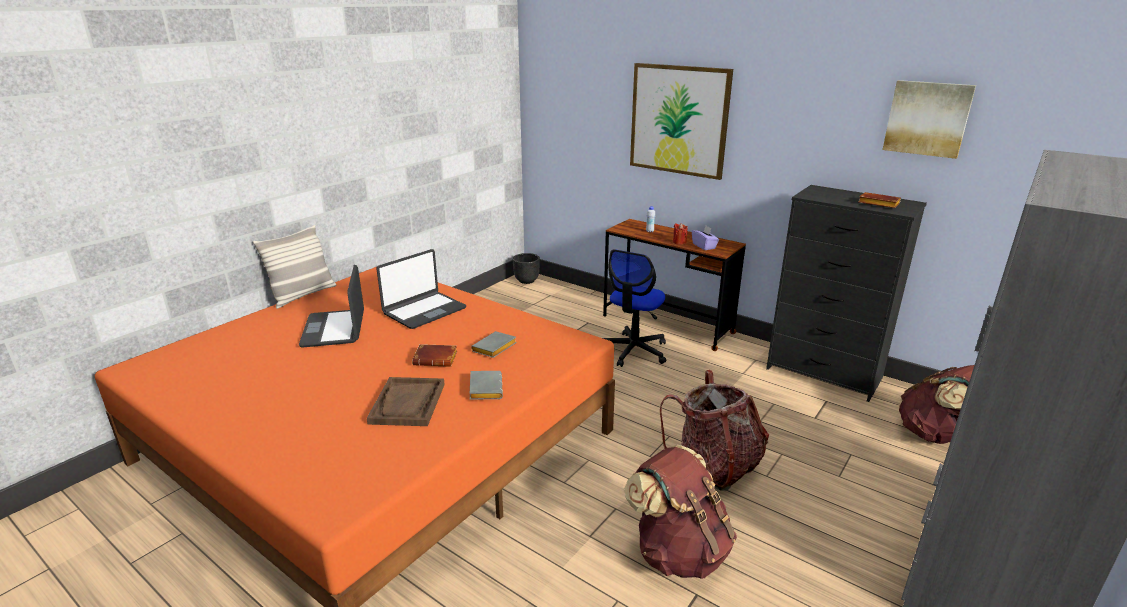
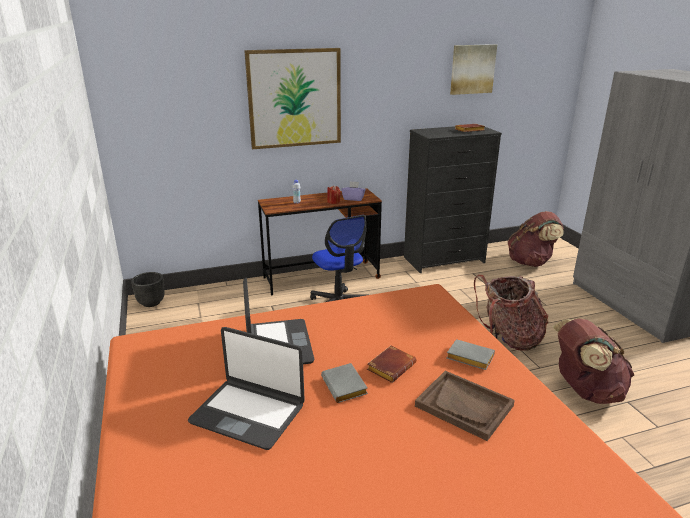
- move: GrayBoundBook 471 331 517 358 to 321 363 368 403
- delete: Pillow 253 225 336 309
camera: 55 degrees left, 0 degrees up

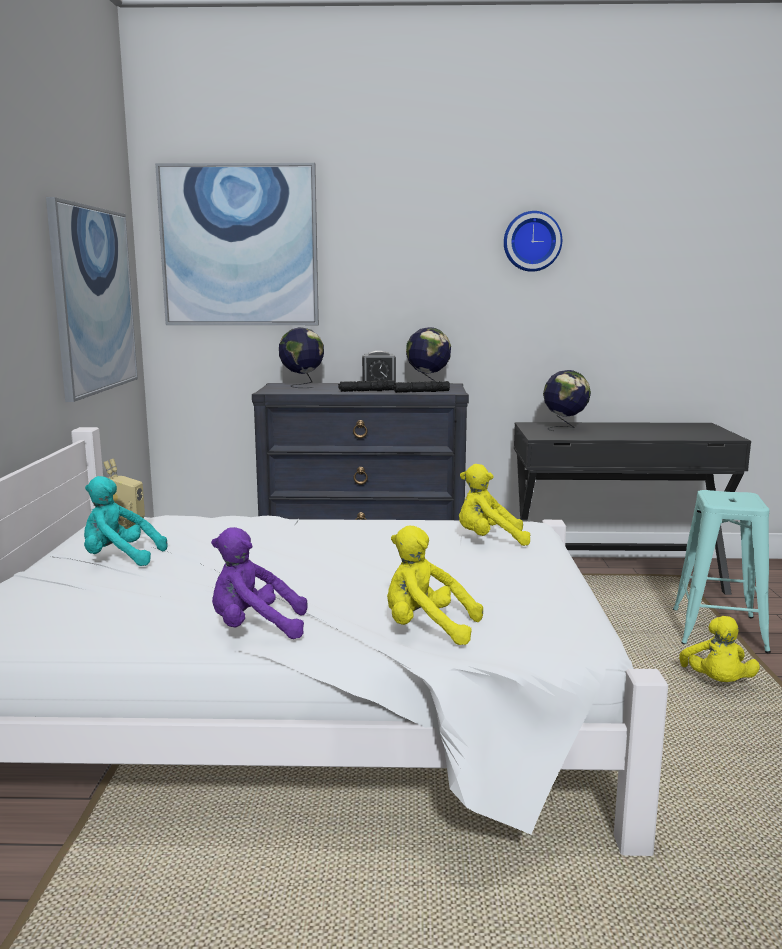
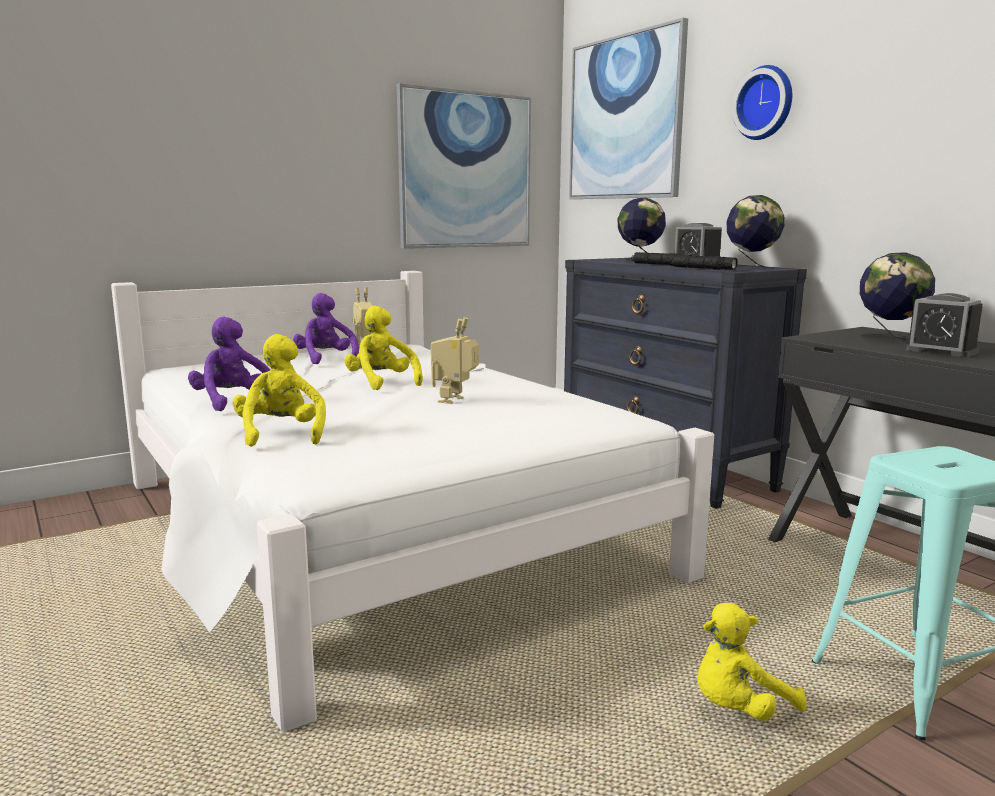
- recolor: TurquoiseColouredPlushToy 84 476 168 566 to PurpleColouredPlushToy 293 293 359 365
- move: YellowPlushToy 459 464 530 546 to 344 306 423 390
- insert: RobotFigure 431 317 479 404
- move: ClockOnTheWall 504 211 562 272 to 732 65 792 140
- insert: TableClock 904 293 983 357
camera: 55 degrees right, 0 degrees up

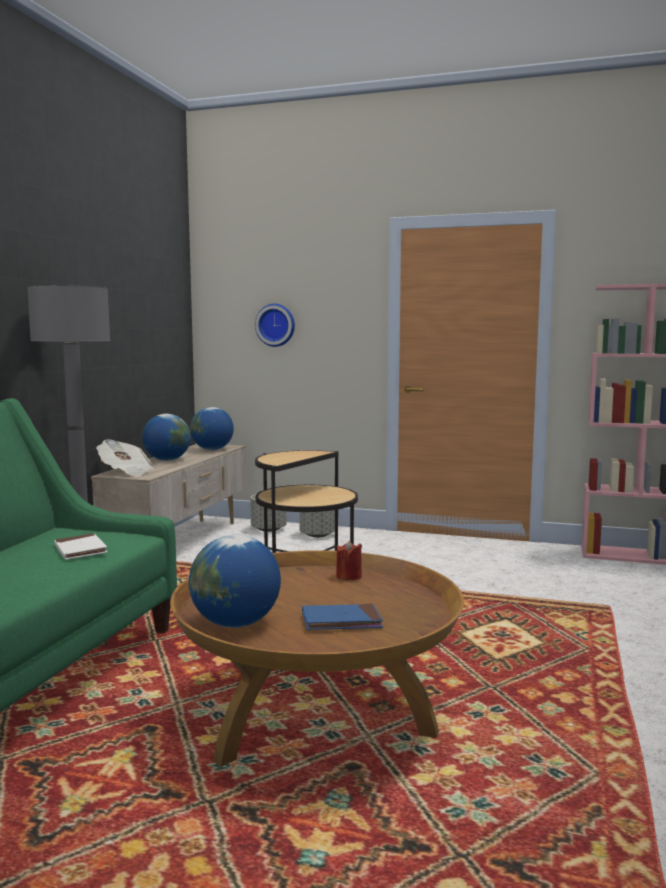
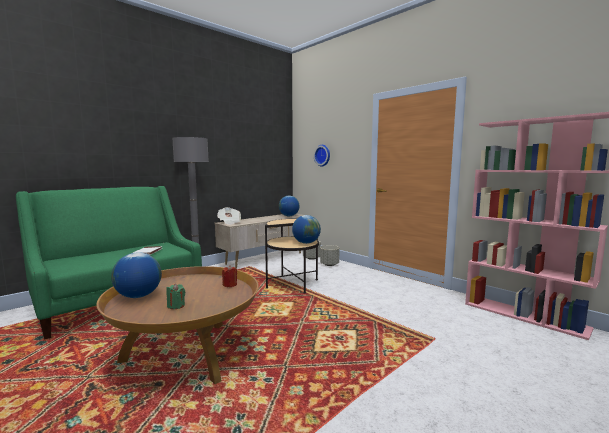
- replace: BlueColouredBoundBook 302 603 383 630 to GreenishCandle 166 284 185 309
- move: Globe 142 414 191 461 to 292 215 321 244
camera: 30 degrees right, 0 degrees up

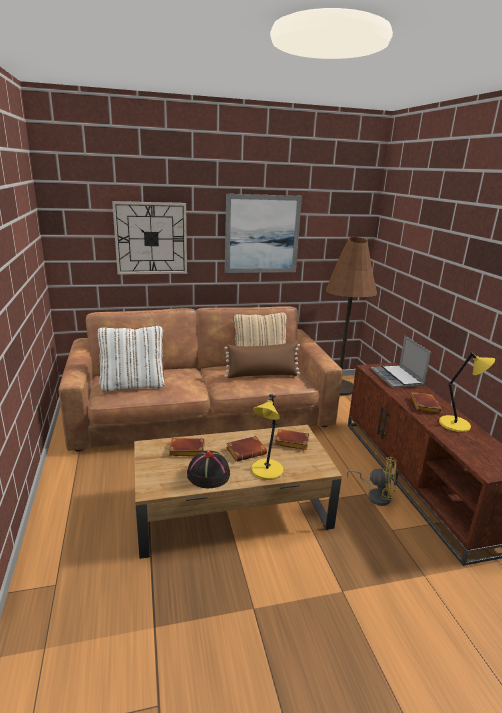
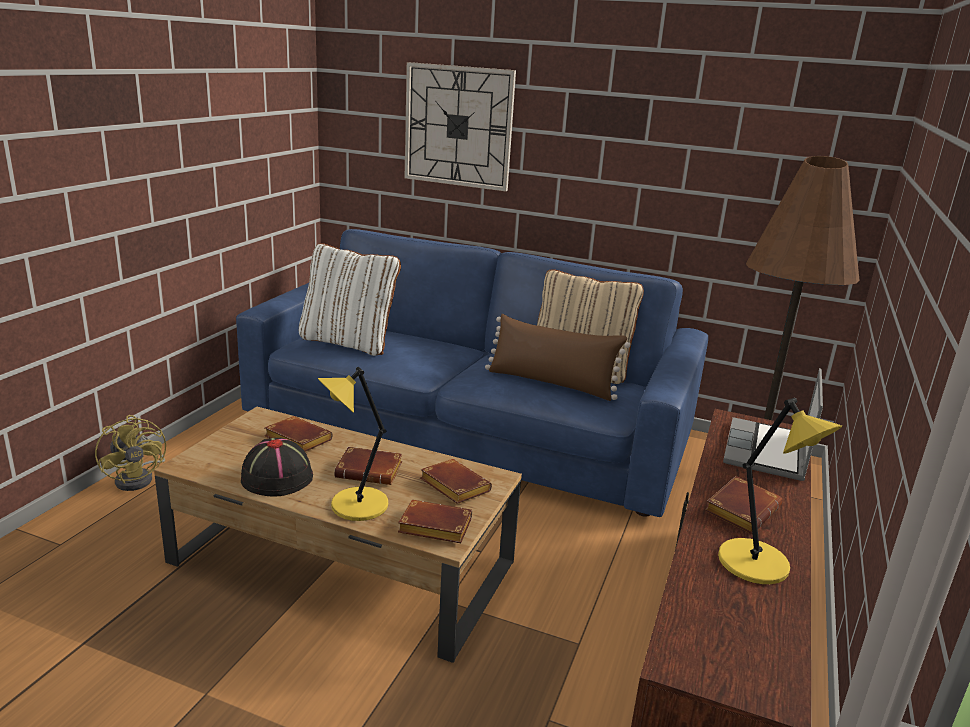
- move: YellowCoolingFan 347 457 397 506 to 95 415 166 491
- recolor: BrownColouredSofa 59 306 343 452 to BlueColouredSofa 236 229 708 517
- insert: BrownColouredBoundBook 398 500 472 543
- delete: WallPicture 225 194 302 273
camera: 35 degrees right, 0 degrees up

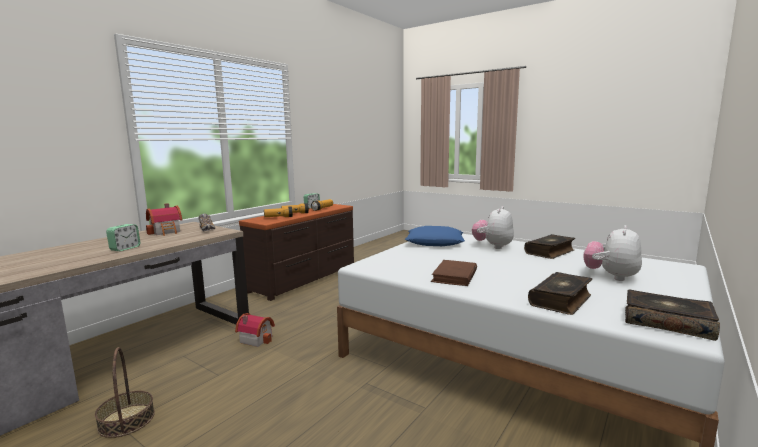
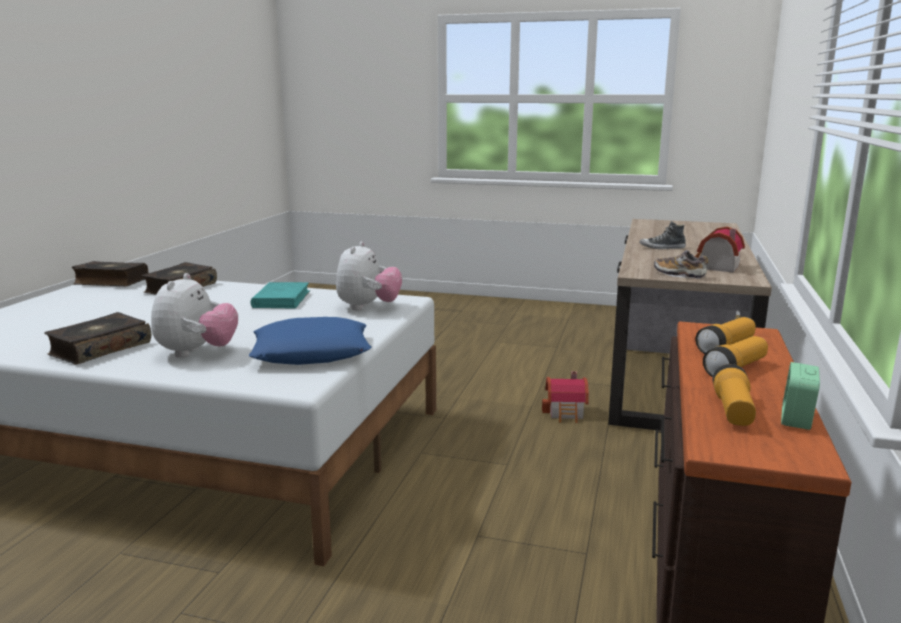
- recolor: BrownColouredBoundBook 431 260 477 286 to TurquoiseColouredBoundBook 251 282 310 308
- move: PlushToy 583 225 642 281 to 336 241 402 310
- replace: TableClock 106 224 140 251 to ItemOfFootwear 639 221 686 249
- delete: HouseholdBasket 95 347 155 438
camera: 160 degrees right, 5 degrees up

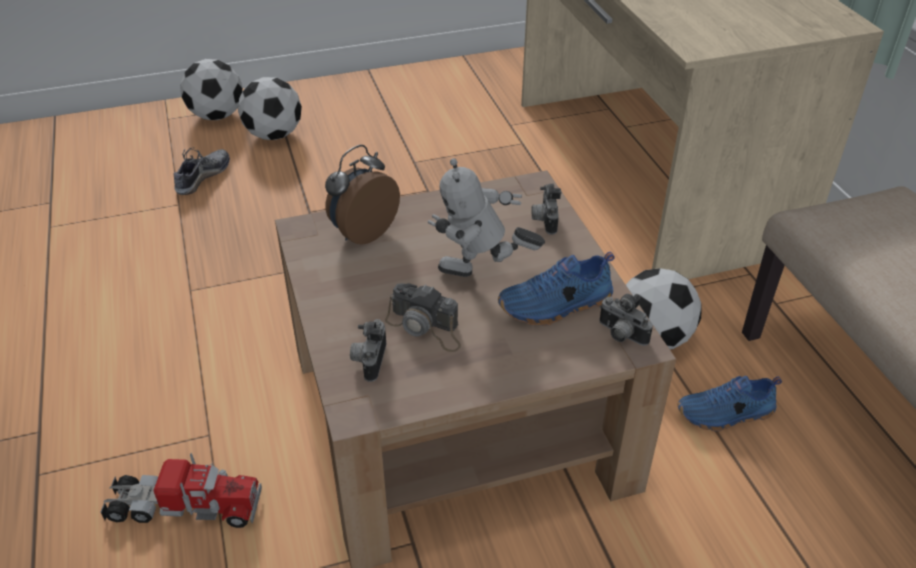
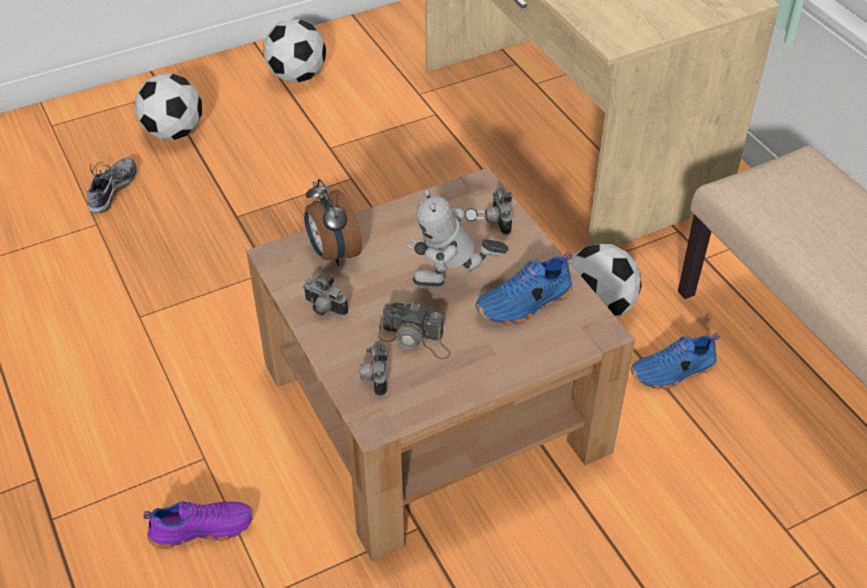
- replace: ModelTruck 100 453 262 528 to PurpleColouredItemOfFootwear 144 501 253 549
- move: BallForFootball 180 59 243 120 to 263 19 326 83
- move: StillCamera 599 294 653 346 to 303 274 348 316
- rotate: TableClock 325 145 400 245 = 304 179 362 266 60 degrees counterclockwise
camera: 10 degrees left, 5 degrees up

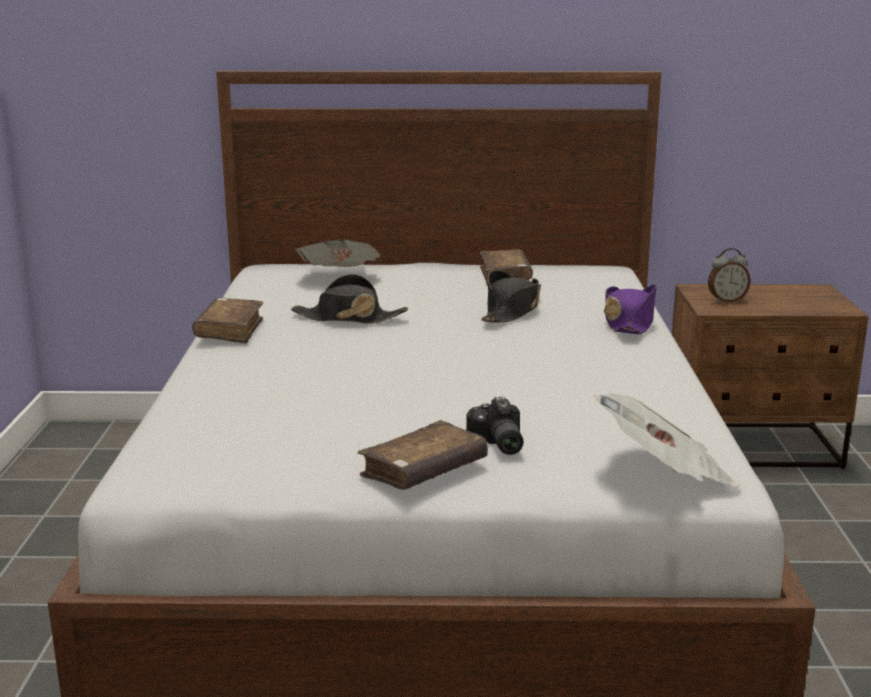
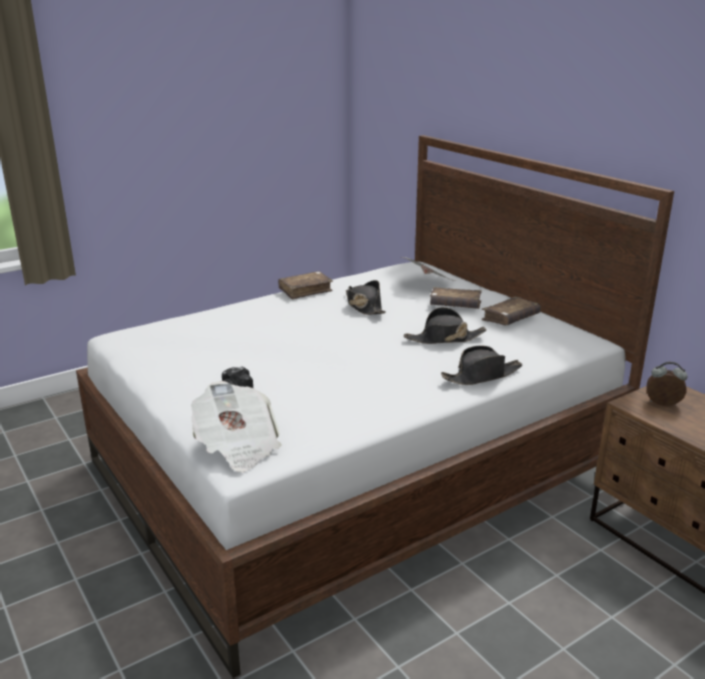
- move: BrownColouredBoundBook 357 420 488 490 to 430 287 482 309
- recolor: PurpleColouredClothingHat 604 285 657 334 to BlackColouredClothingHat 441 346 522 385
- rotate: TableClock 708 248 751 302 = 647 362 687 406 150 degrees clockwise
camera: 55 degrees right, 5 degrees up

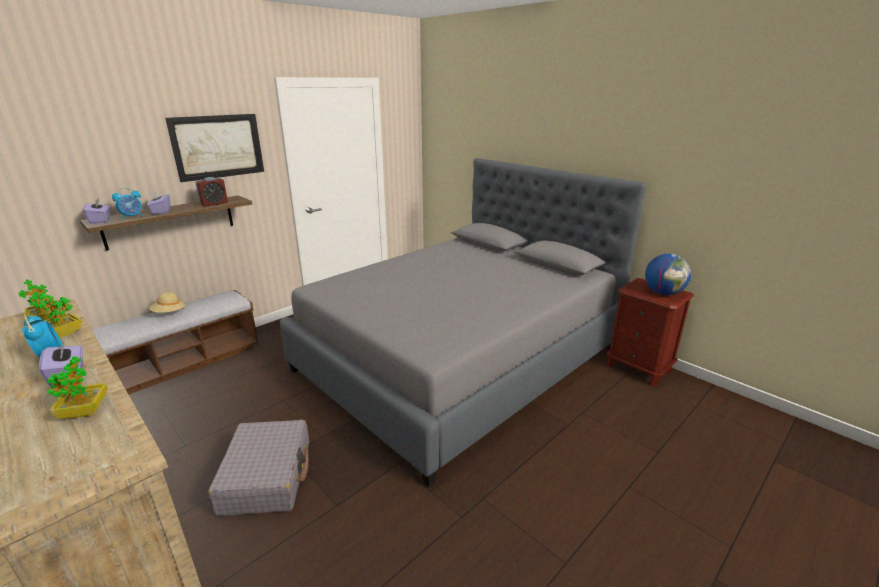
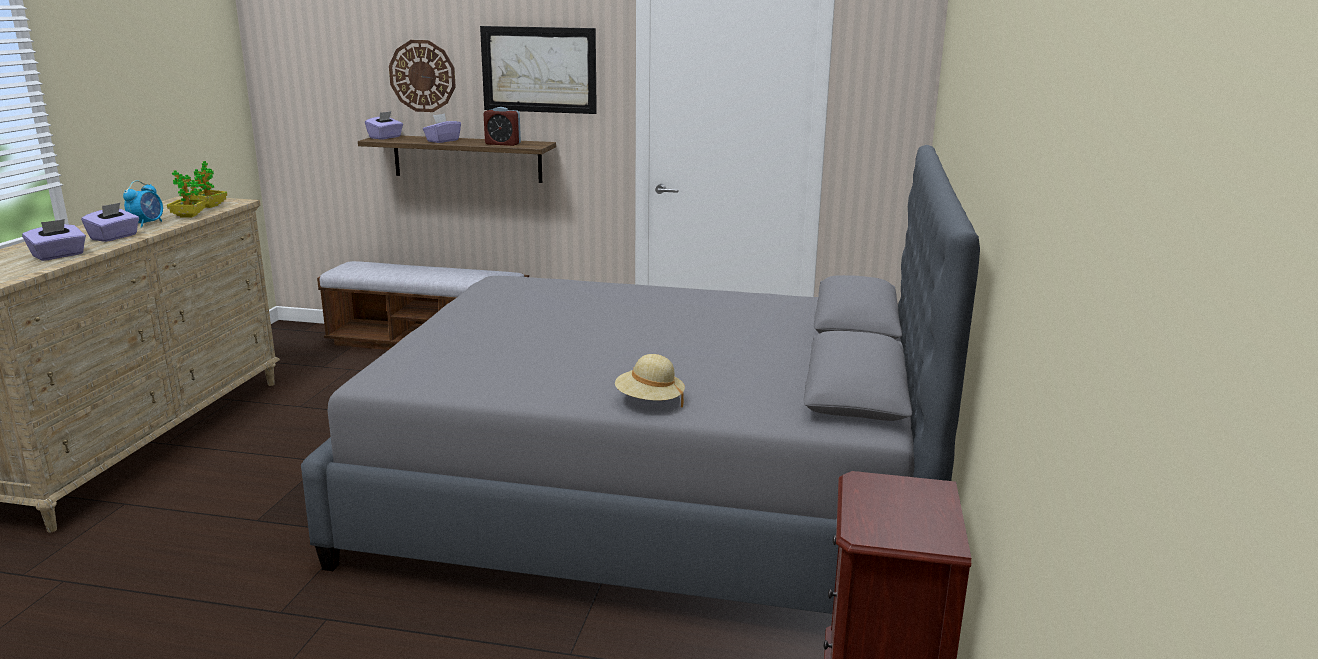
- replace: Houseplant 47 356 108 418 to PurpleColouredTissueBox 22 219 86 261
- insert: ClockOnTheWall 389 40 456 112
- move: BeigeColouredClothingHat 149 292 187 313 to 615 354 685 407
- delete: TableClock 112 188 143 219
- delete: GraySuitcase 208 420 309 516
- delete: Globe 645 254 691 295
camera: 55 degrees right, 5 degrees down

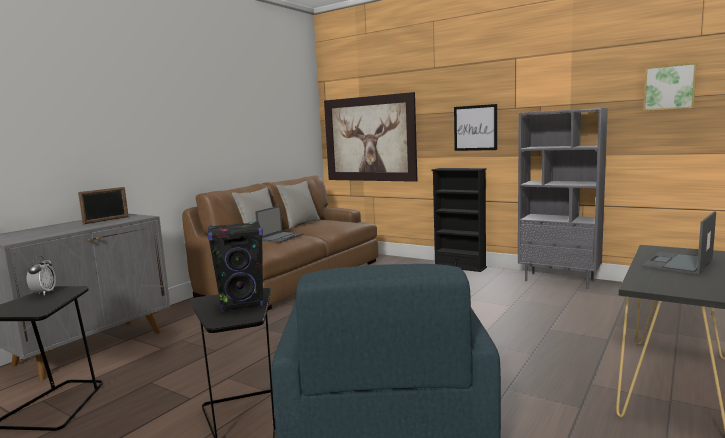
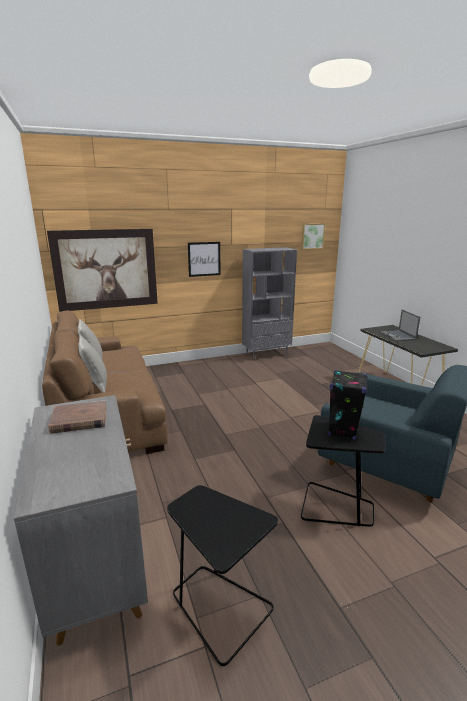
- replace: PictureFrame 78 187 129 224 to BrownColouredBoundBook 48 400 107 434
- delete: TableClock 27 256 56 295
- delete: NotebookComputer 255 206 303 243
- delete: BlackColouredBookshelf 432 168 487 272
camera: 55 degrees left, 10 degrees up

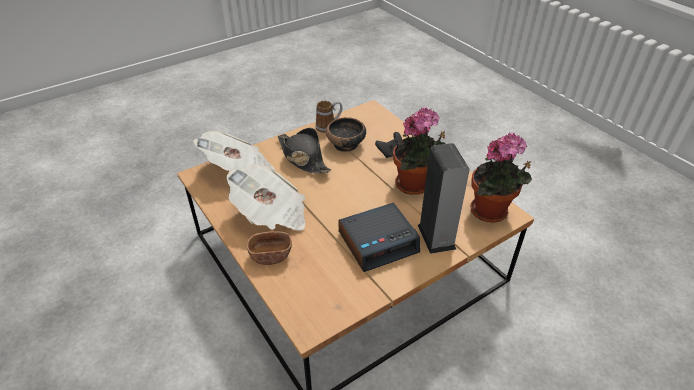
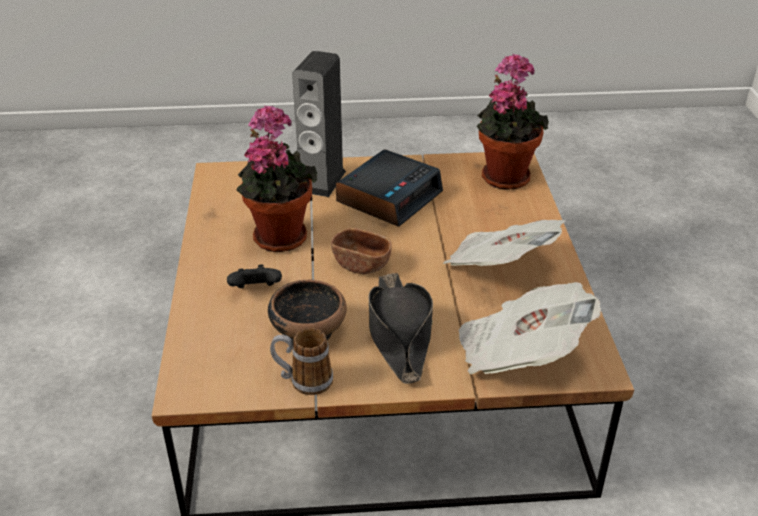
- move: BrownColouredDeepDish 247 231 292 265 to 331 228 392 274
- rotate: TableClock 338 202 420 272 = 336 150 443 227 120 degrees clockwise
- move: Houseplant 471 133 532 223 to 477 53 549 190
camera: 150 degrees left, 5 degrees down

